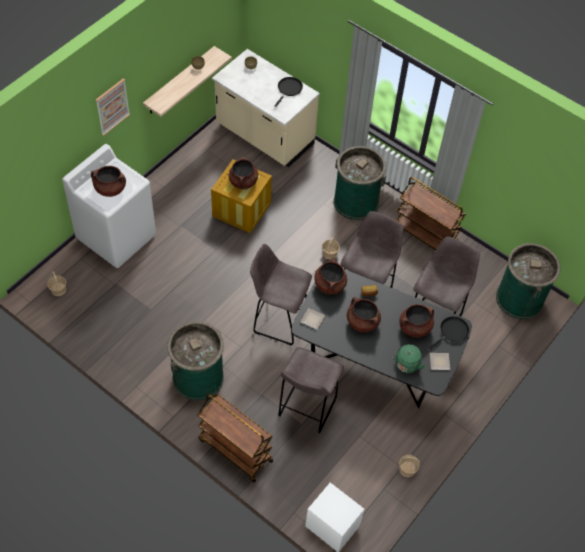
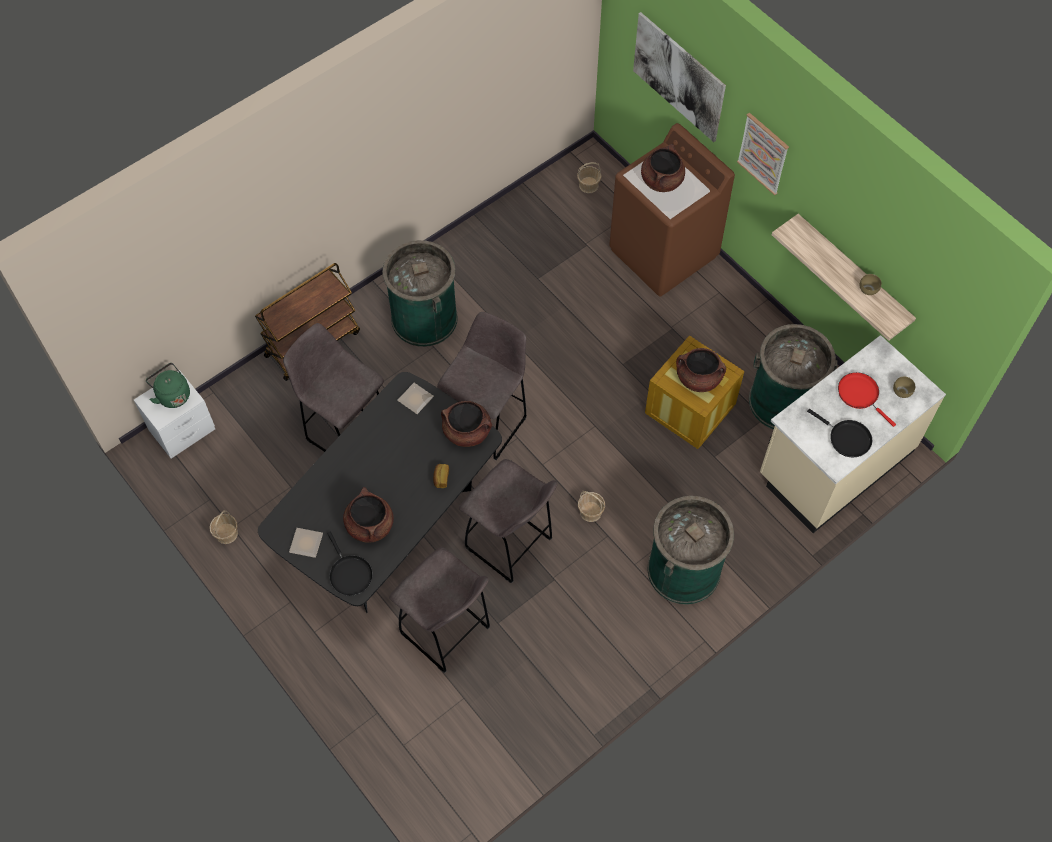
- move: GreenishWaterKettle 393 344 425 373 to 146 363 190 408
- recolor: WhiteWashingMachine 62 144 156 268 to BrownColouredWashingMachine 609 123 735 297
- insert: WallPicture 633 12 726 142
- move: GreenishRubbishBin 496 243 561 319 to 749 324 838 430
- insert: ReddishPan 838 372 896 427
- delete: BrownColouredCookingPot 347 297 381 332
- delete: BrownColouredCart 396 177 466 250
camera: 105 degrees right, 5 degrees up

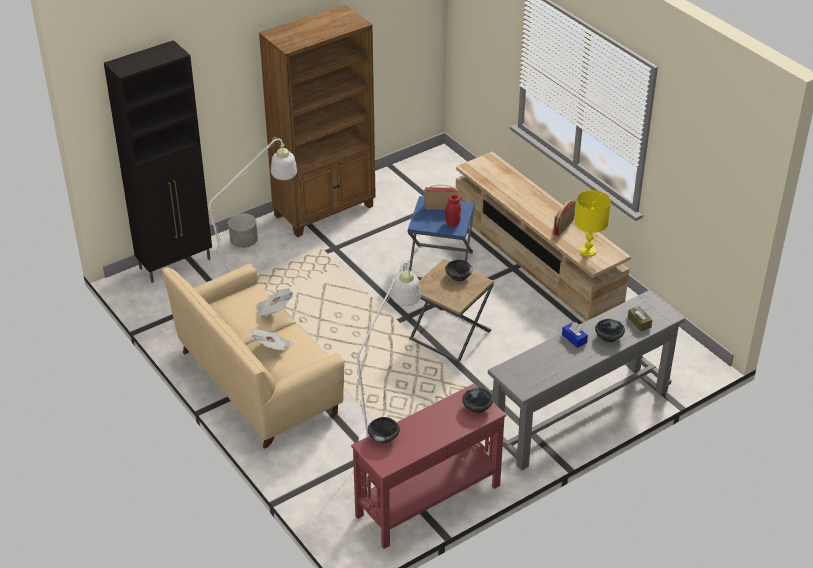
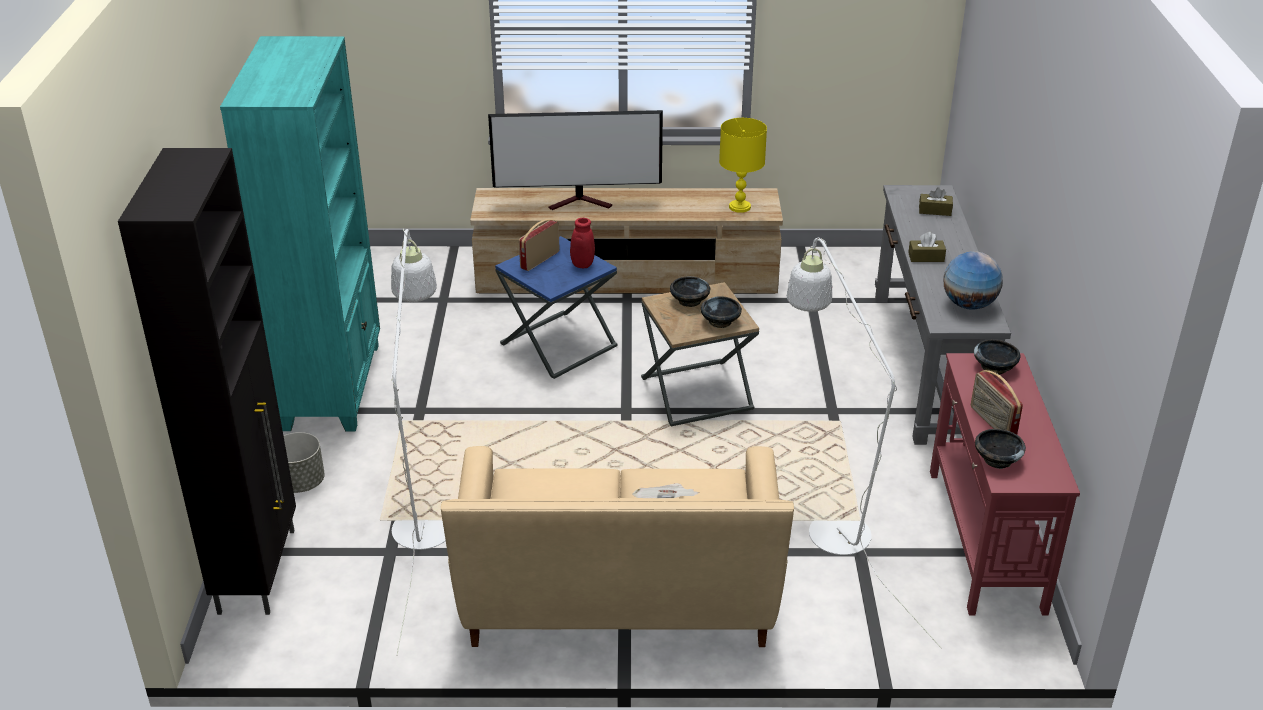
- recolor: BrownColouredBookshelf 259 4 376 237 to TurquoiseColouredBookshelf 220 36 380 431
- insert: Tv 488 110 663 210
- move: BlackColouredDeepDish 595 319 625 343 to 701 296 742 328
- recolor: BlueColouredTissueBox 562 322 588 348 to BrownColouredTissueBox 908 232 946 262
- insert: Globe 944 251 1003 310
- move: Radio 553 200 576 236 to 971 370 1023 434
- delete: PrintedPaper 256 288 293 318
camera: 55 degrees left, 5 degrees down

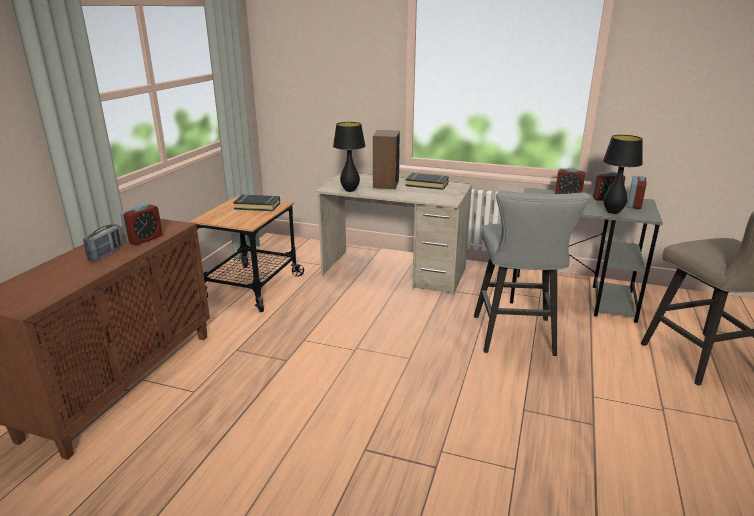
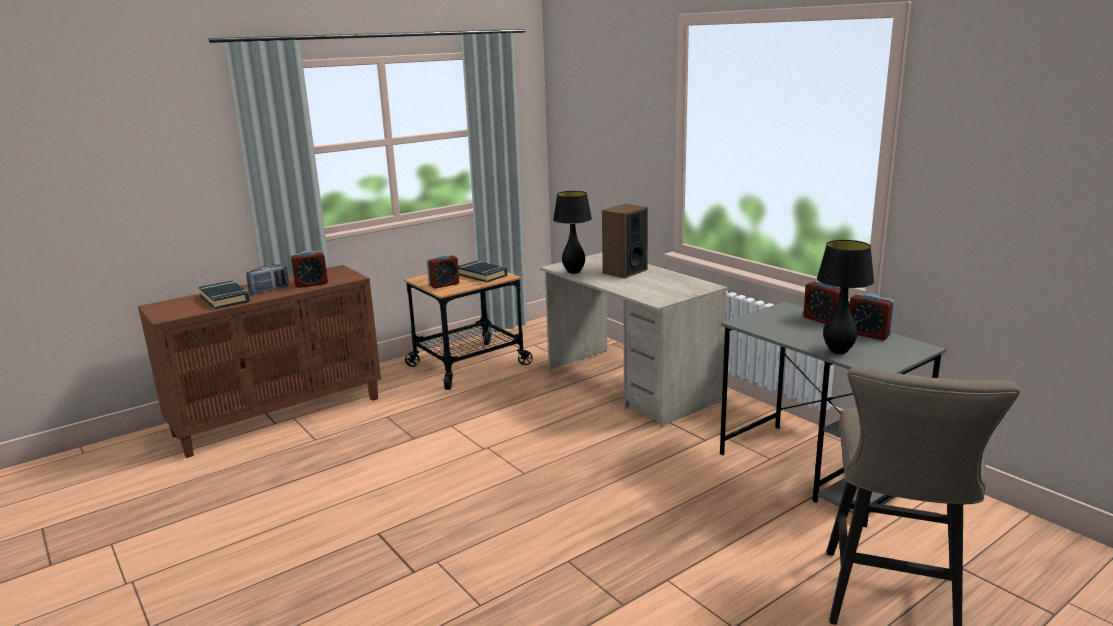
- move: BlackColouredBoundBook 405 173 449 190 to 199 280 251 309
- move: TableClock 627 176 646 209 to 427 254 459 289
- delete: GraySittingStool 474 191 591 356
camera: 35 degrees right, 5 degrees down

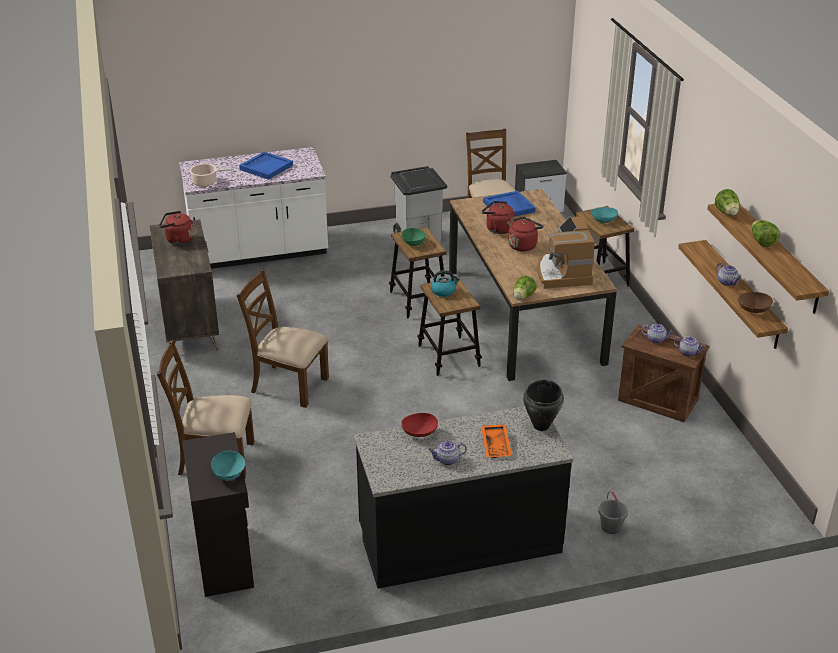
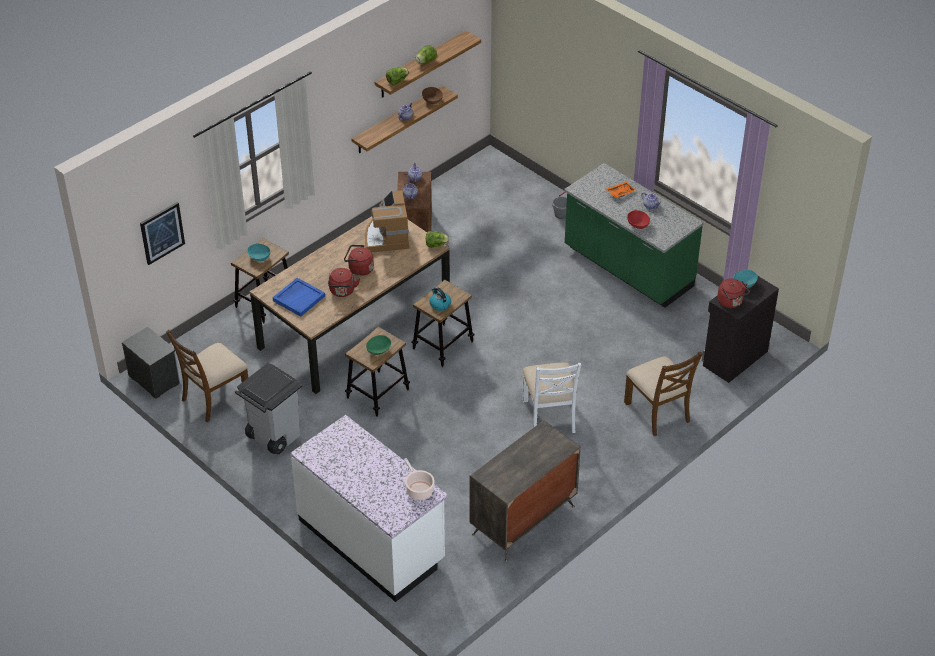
- insert: WallPicture 140 202 185 265
- rotate: CoffeeMachine 537 216 595 289 = 365 190 409 253 120 degrees clockwise
- recolor: BrownColouredPlainChair 237 270 329 408 to WhitePlainChair 522 362 581 433
- recolor: BlackColouredKitchenCounter 354 406 573 589 to GreenishKitchenCounter 564 163 704 308
- move: ReddishWaterKettle 159 211 194 245 to 717 279 750 308
- delete: BlueColouredTray 239 152 293 180
- delete: BlackColouredCookingPot 523 380 564 431
camera: 120 degrees left, 10 degrees up

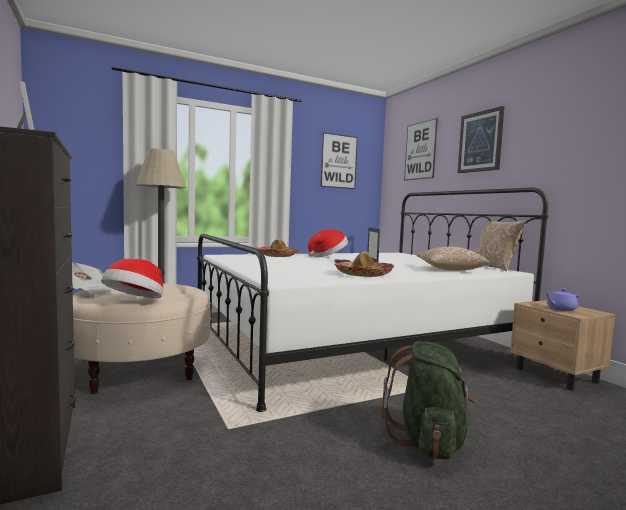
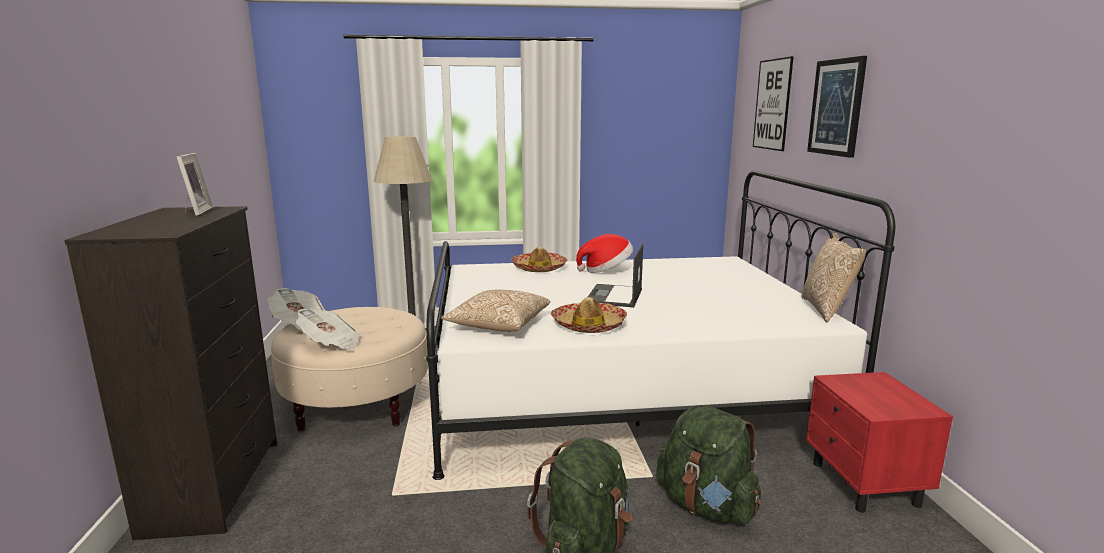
- replace: ClothingHat 101 259 163 298 to PrintedPaper 296 309 361 351
- move: Pillow 416 246 489 271 to 441 290 550 332
- insert: GreenishRucksack 656 405 761 524
- recolor: BeigeColouredNightstand 510 300 615 390 to ReddishNightstand 806 372 953 513
- delete: WallPicture 321 132 358 189
- delete: PurpleColouredTeaPot 546 289 579 311
camera: 20 degrees right, 10 degrees up

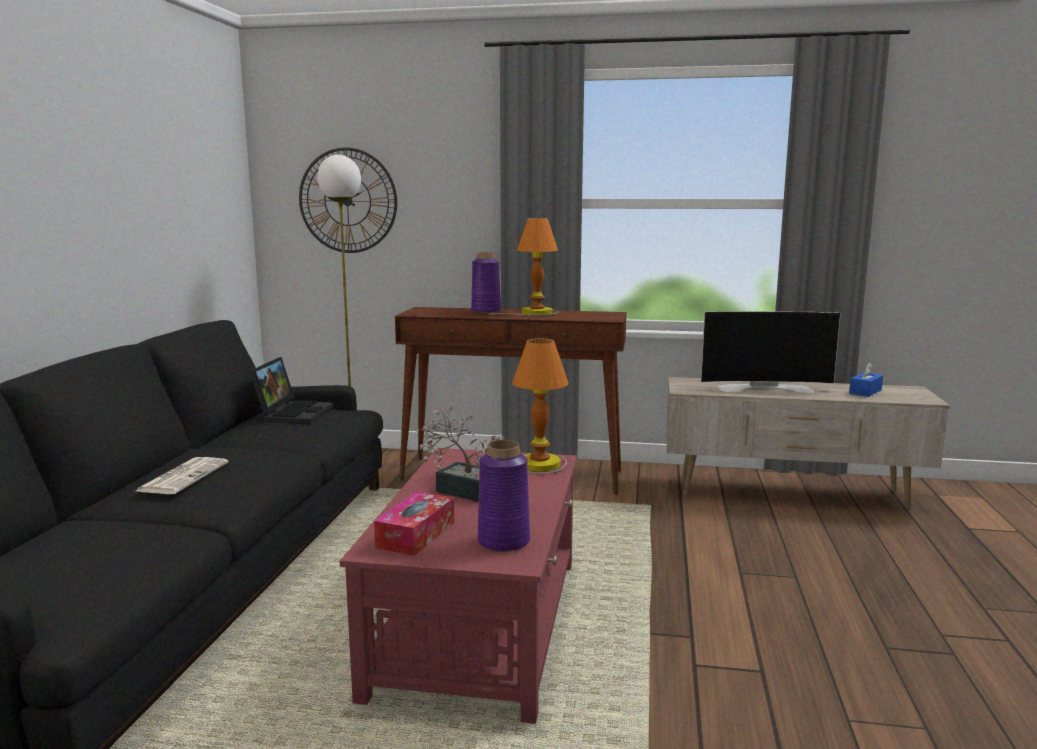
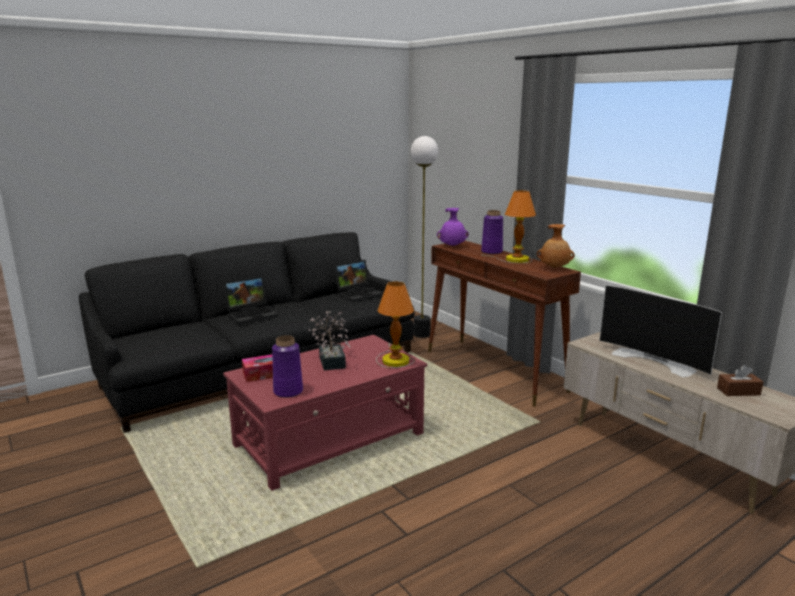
- replace: PrintedPaper 136 457 228 494 to NotebookComputer 223 276 278 324
- insert: PurpleColouredFlowerVase 437 208 469 246
- insert: BrownColouredFlowerVase 537 224 575 268
- recolor: BlueColouredTissueBox 849 362 883 397 to BrownColouredTissueBox 717 365 763 396
- delete: ClockOnTheWall 299 148 397 253
camera: 45 degrees right, 5 degrees up

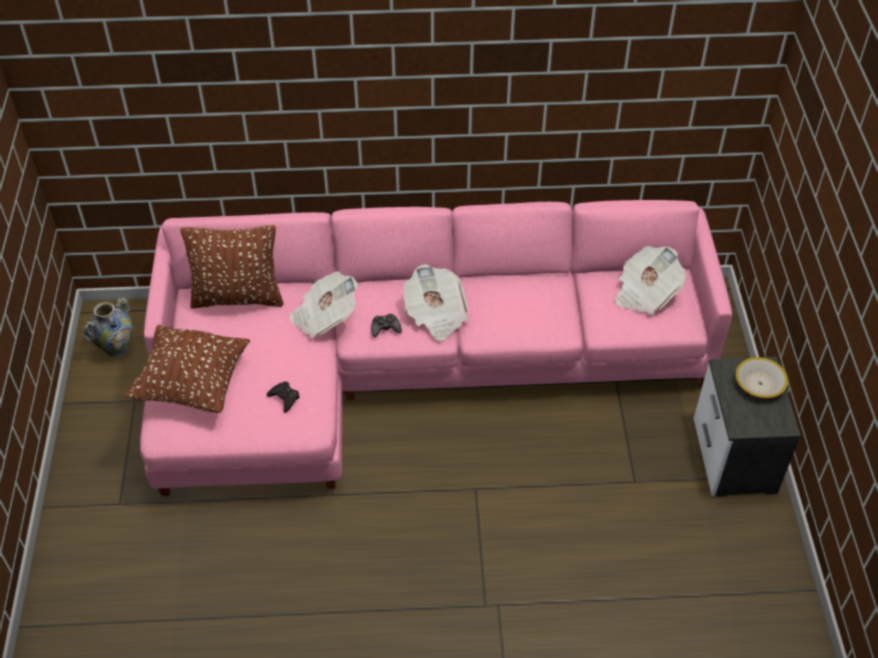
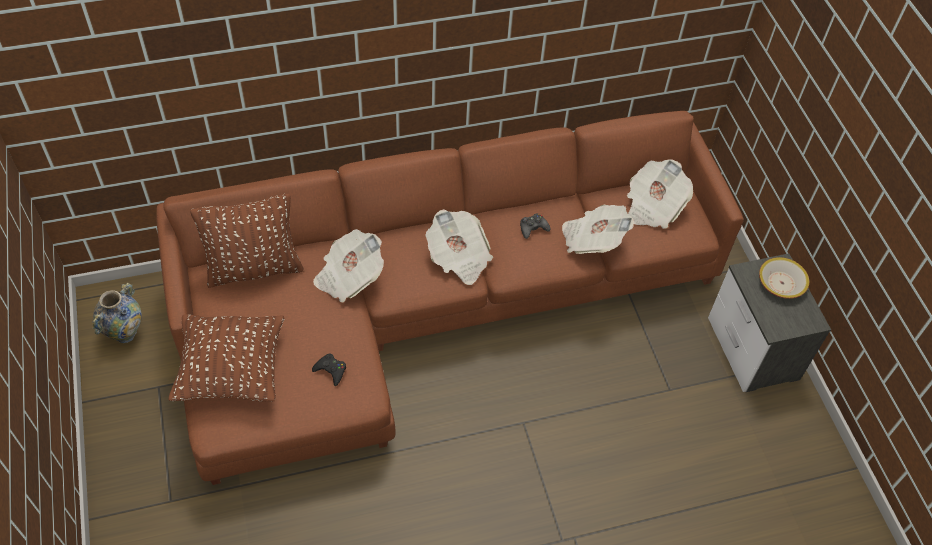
- recolor: PinkSofa 140 200 732 496 to BrownColouredSofa 156 111 744 485
- move: BlackColouredJoypad 371 314 402 337 to 520 214 551 239
- insert: PrintedPaper 562 205 634 254
camera: 15 degrees left, 5 degrees up

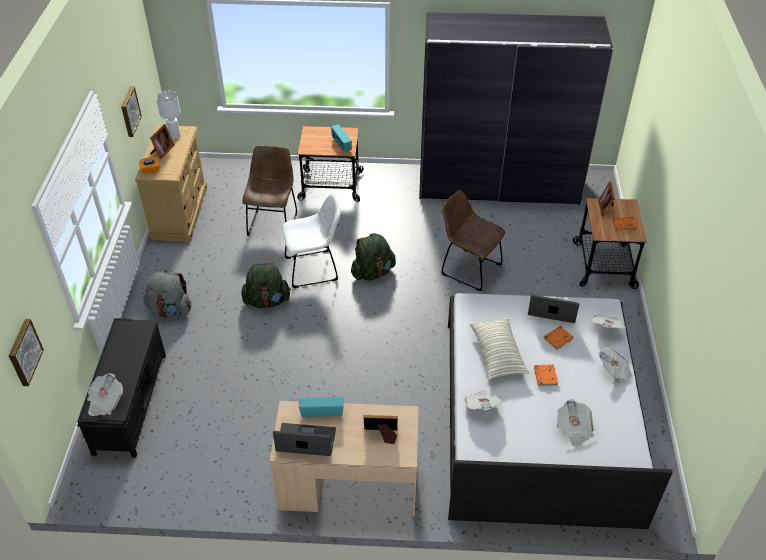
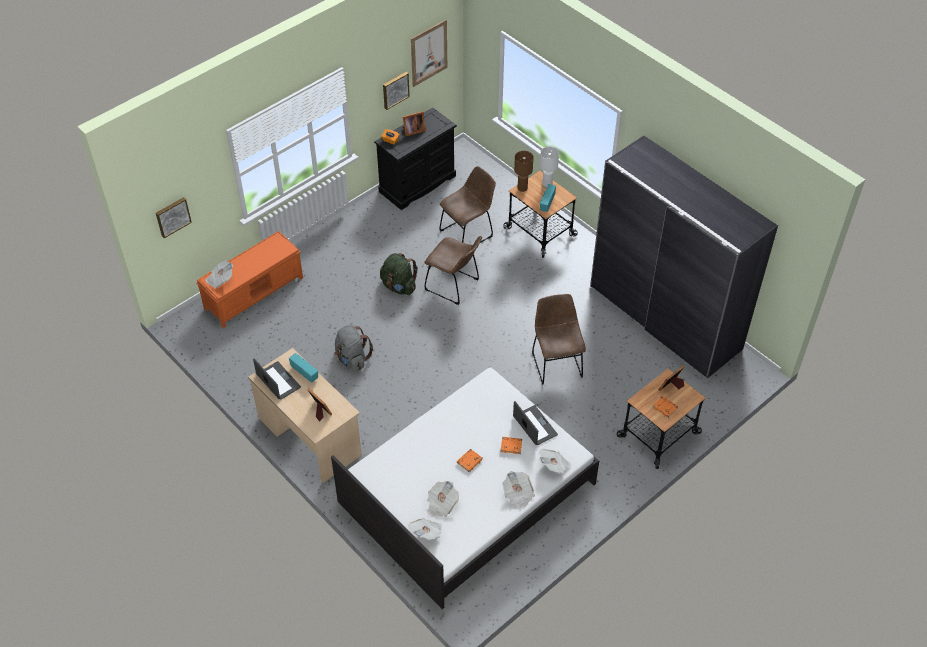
- recolor: BlackColouredIndoorBench 77 318 166 458 to OrangeColouredIndoorBench 196 231 303 328
- move: GrayRucksack 143 271 191 318 to 335 325 373 372
- recolor: BeigeColouredDrawerChest 135 125 207 242 to BlackColouredDrawerChest 374 107 457 210
- move: PrintedPaper 464 390 501 410 to 409 518 442 540
- insert: WallPicture 411 20 447 87
- recolor: WhitePlainChair 282 194 341 288 to BrownColouredPlainChair 424 236 482 305
- insert: BrownColouredTableLamp 514 151 534 192
- move: WhiteTableLamp 156 91 181 139 to 540 146 559 187
- delete: GreenishRucksack 351 233 396 281
- delete: Pillow 469 318 529 380
camera: 45 degrees right, 5 degrees up

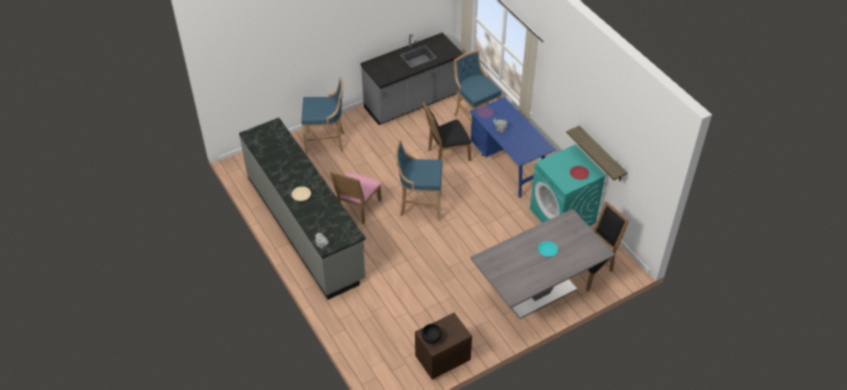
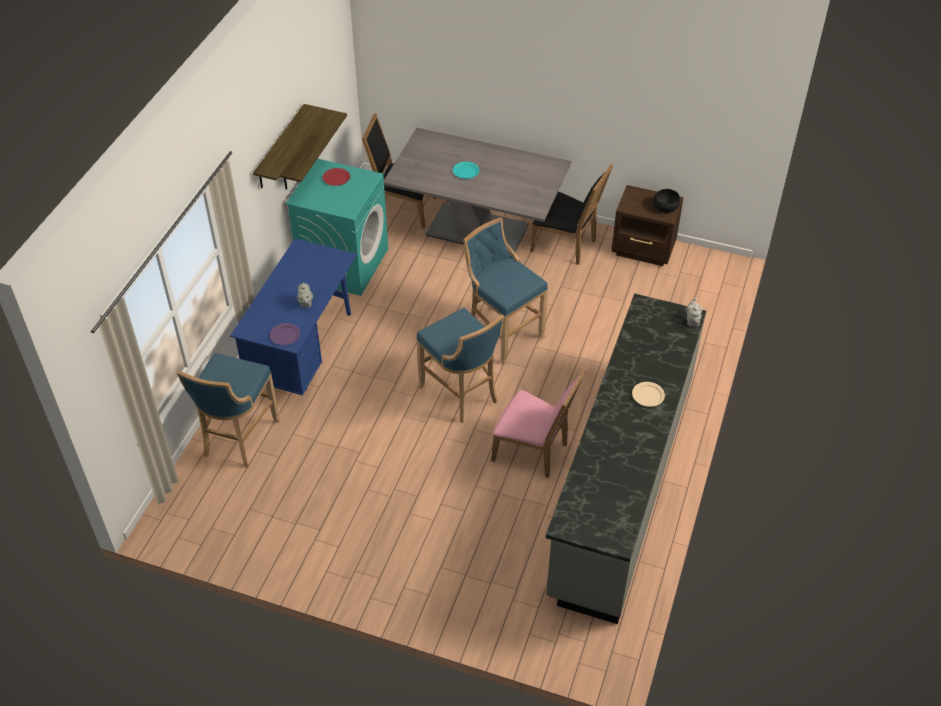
- insert: WallShelf 253 104 326 188
- move: BlueColouredSittingStool 301 78 344 155 to 463 218 548 365
- rotate: PinkPlainChair 330 172 381 224 = 491 369 586 478 45 degrees clockwise
- move: BlackColouredPlainChair 422 102 471 161 to 530 165 613 265
- delete: GrayKitchenCounter 360 32 463 125
camera: 130 degrees left, 0 degrees up

